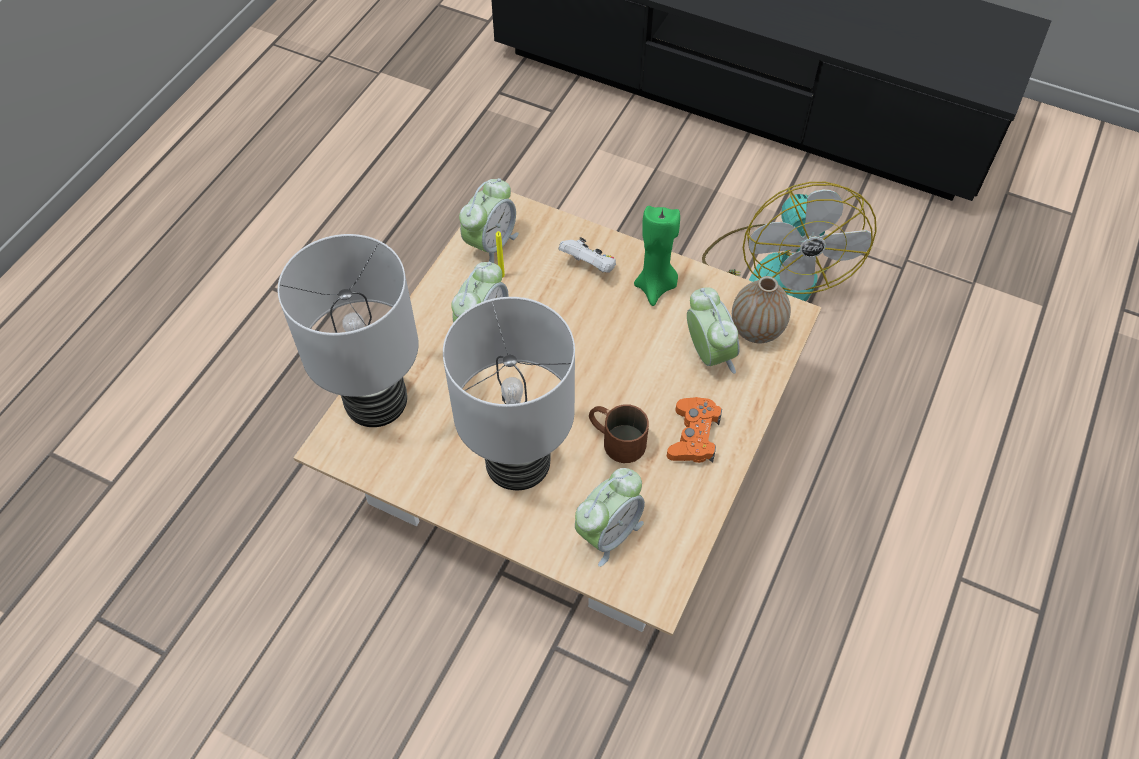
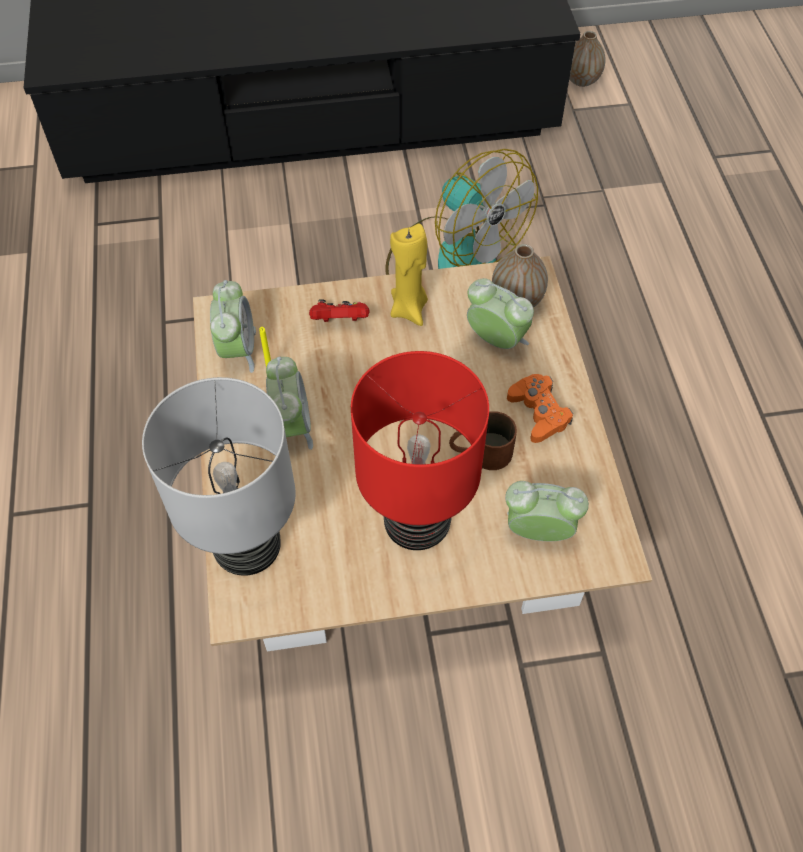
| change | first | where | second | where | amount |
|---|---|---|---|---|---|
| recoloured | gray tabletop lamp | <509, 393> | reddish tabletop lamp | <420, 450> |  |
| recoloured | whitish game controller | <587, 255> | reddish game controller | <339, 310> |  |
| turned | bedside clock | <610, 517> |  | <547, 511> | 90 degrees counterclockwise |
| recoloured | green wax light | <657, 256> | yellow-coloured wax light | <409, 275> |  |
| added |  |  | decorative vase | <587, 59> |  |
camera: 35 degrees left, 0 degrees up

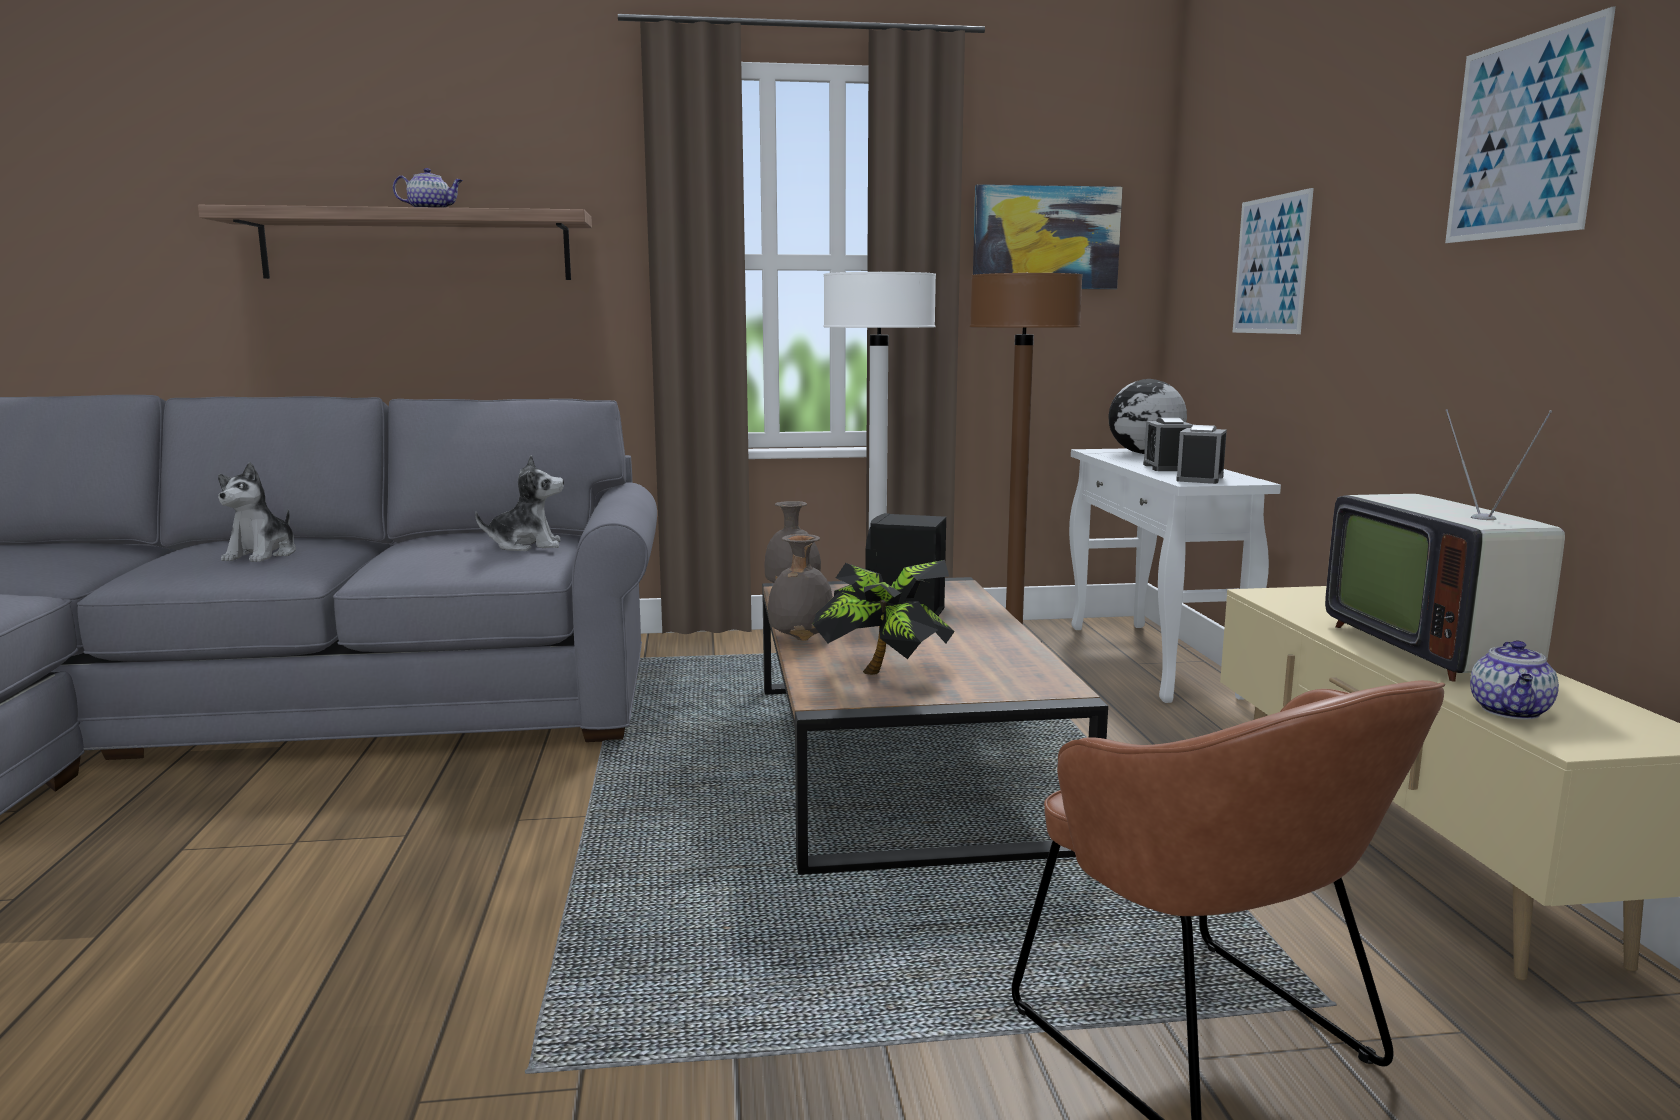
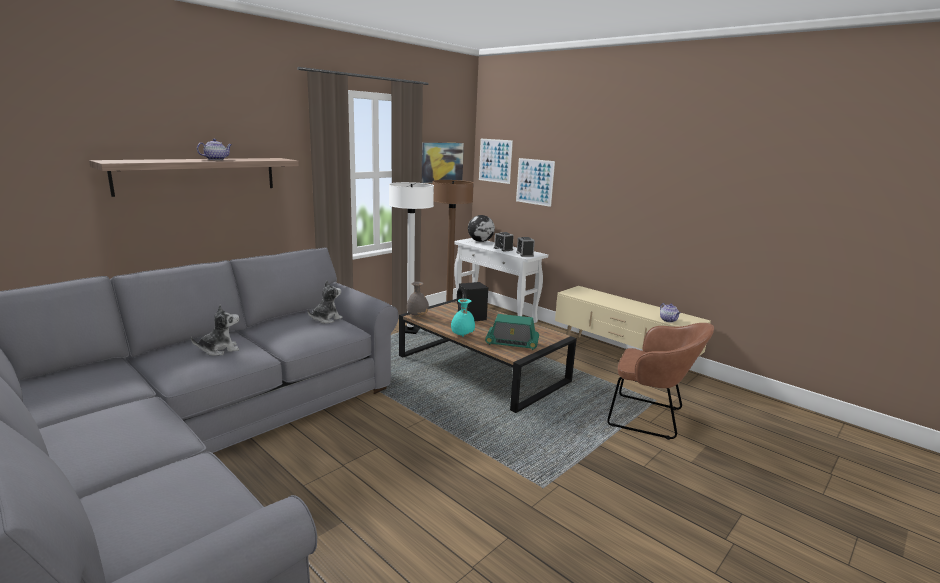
| change | first | where | second | where | amount |
|---|---|---|---|---|---|
| turned | plush toy | <257, 512> |  | <215, 330> | 90 degrees counterclockwise |
| recoloured | gray decorative vase | <800, 587> | blue-green decorative vase | <463, 318> |  |
| replaced | potted plant | <883, 617> | radio receiver | <512, 332> |  |
| removed | television | <1445, 545> |  |  |  |
| moved | wall art | <1530, 124> |  | <496, 161> |  |
camera: 40 degrees left, 5 degrees up

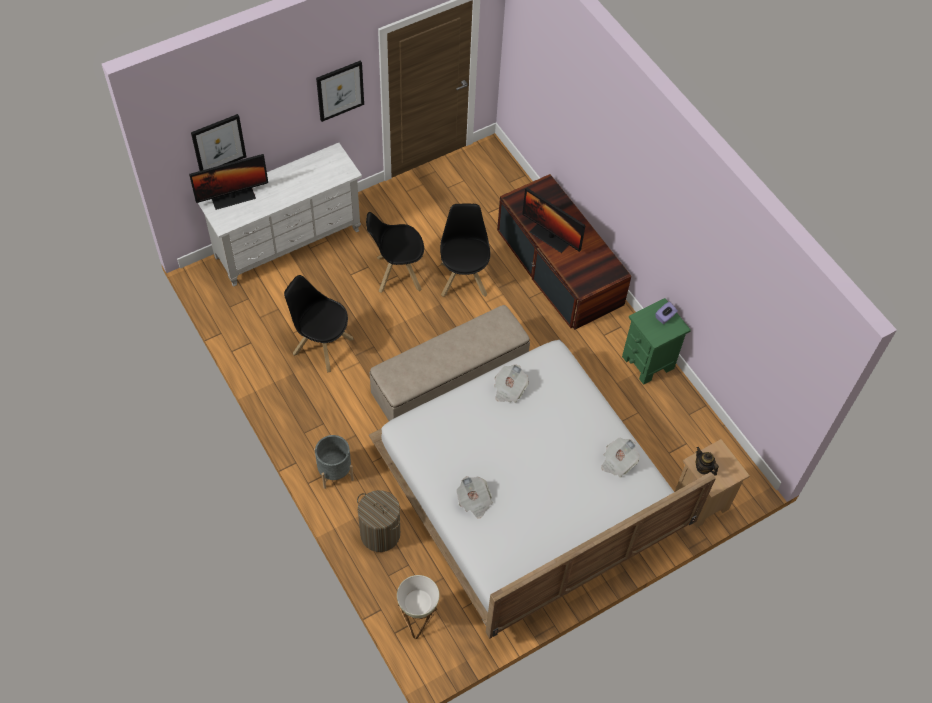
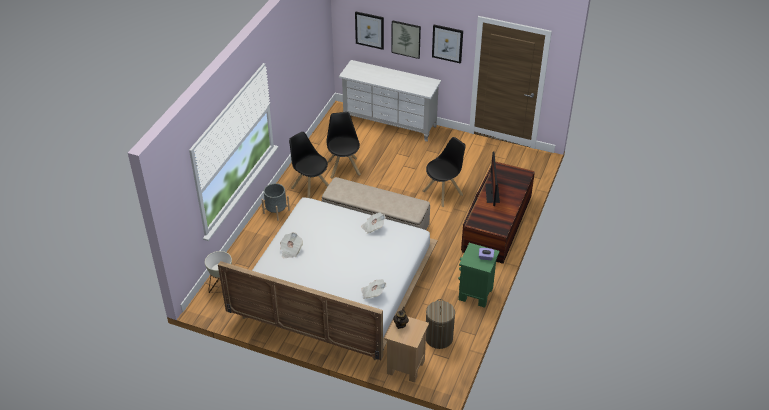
| change | first | where | second | where | amount |
|---|---|---|---|---|---|
| removed | computer display | <228, 182> |  |  |  |
| moved | laundry basket | <378, 521> |  | <440, 324> |  |
| moved | black upright chair | <395, 252> |  | <309, 165> |  |
| added |  |  | wall art | <406, 39> |  |
camera: 55 degrees right, 15 degrees down

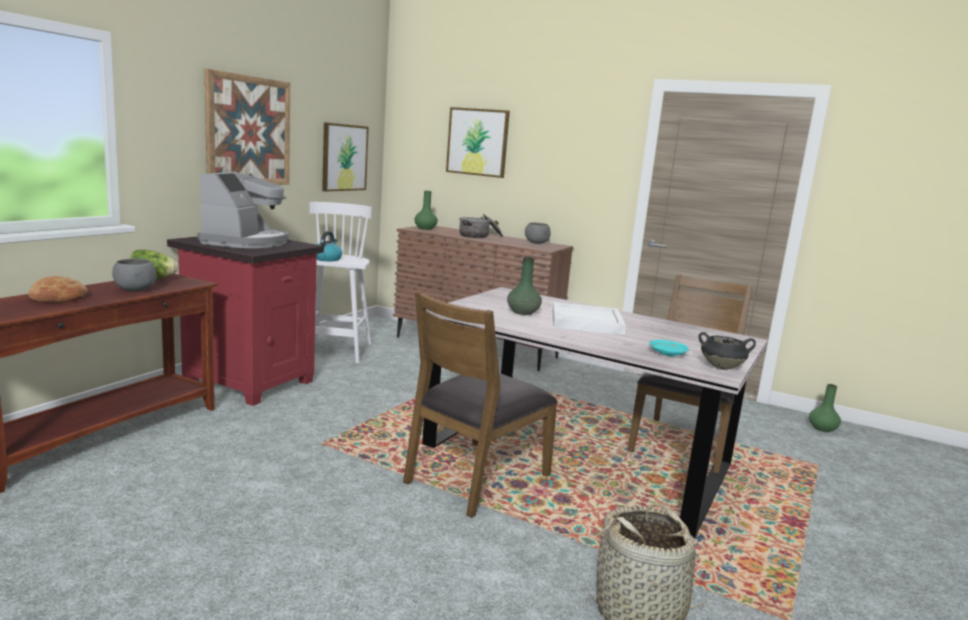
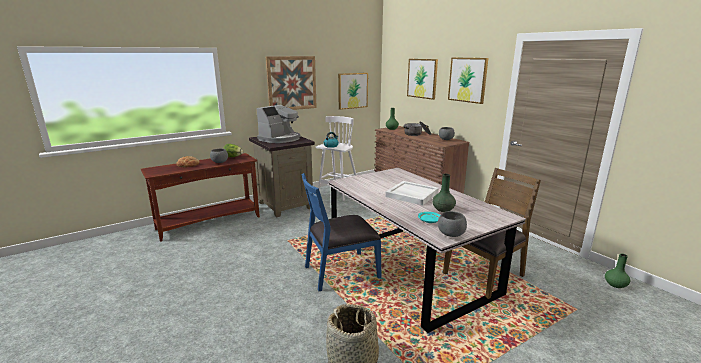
| change | first | where | second | where | amount |
|---|---|---|---|---|---|
| recoloured | reddish cabinet | <245, 321> | beige-coloured cabinet | <282, 176> |  |
| recoloured | brown-coloured upright chair | <480, 404> | blue-coloured upright chair | <341, 232> |  |
| moved | green decorative vase | <524, 286> |  | <444, 193> |  |
| replaced | black stockpot | <727, 351> | gray bowl | <452, 224> |  |
| added |  |  | wall art | <468, 81> |  |
camera: 30 degrees right, 5 degrees up

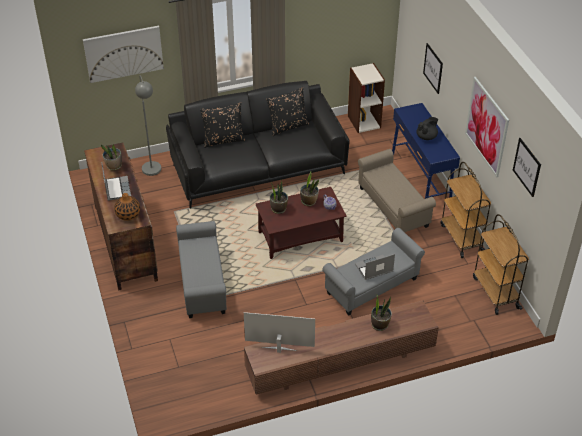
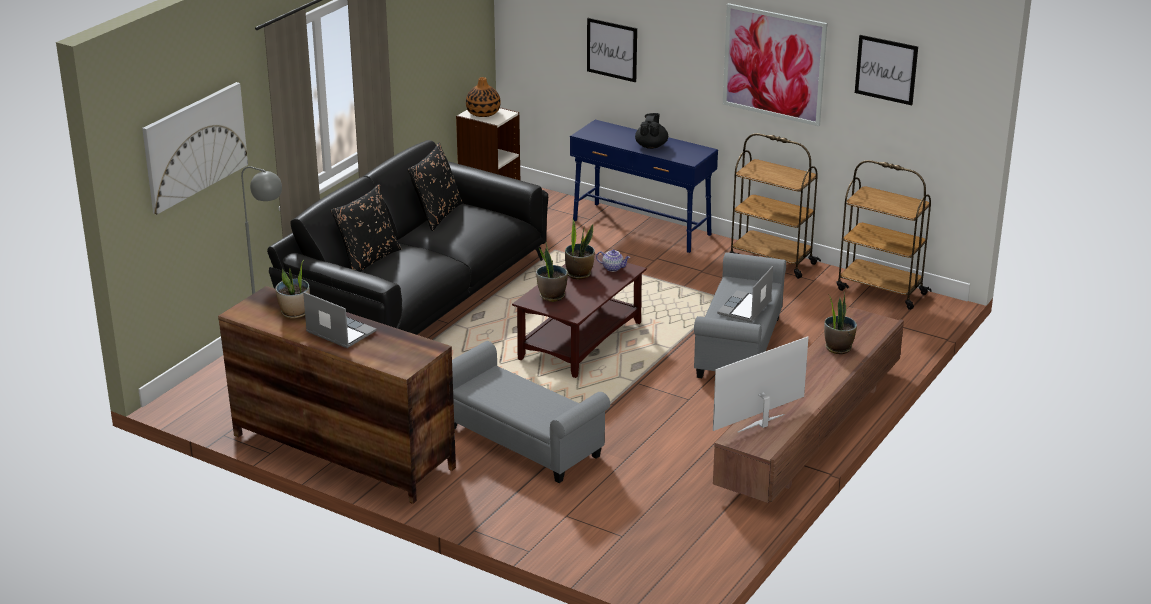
| change | first | where | second | where | amount |
|---|---|---|---|---|---|
| moved | decorative vase | <127, 207> |  | <483, 97> |  |
| removed | beige-coloured pouffe | <397, 190> |  |  |  |
camera: 40 degrees left, 15 degrees down

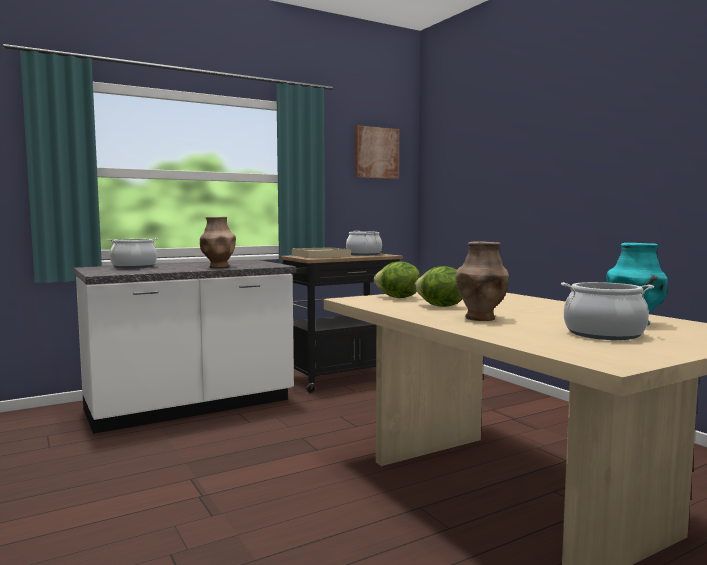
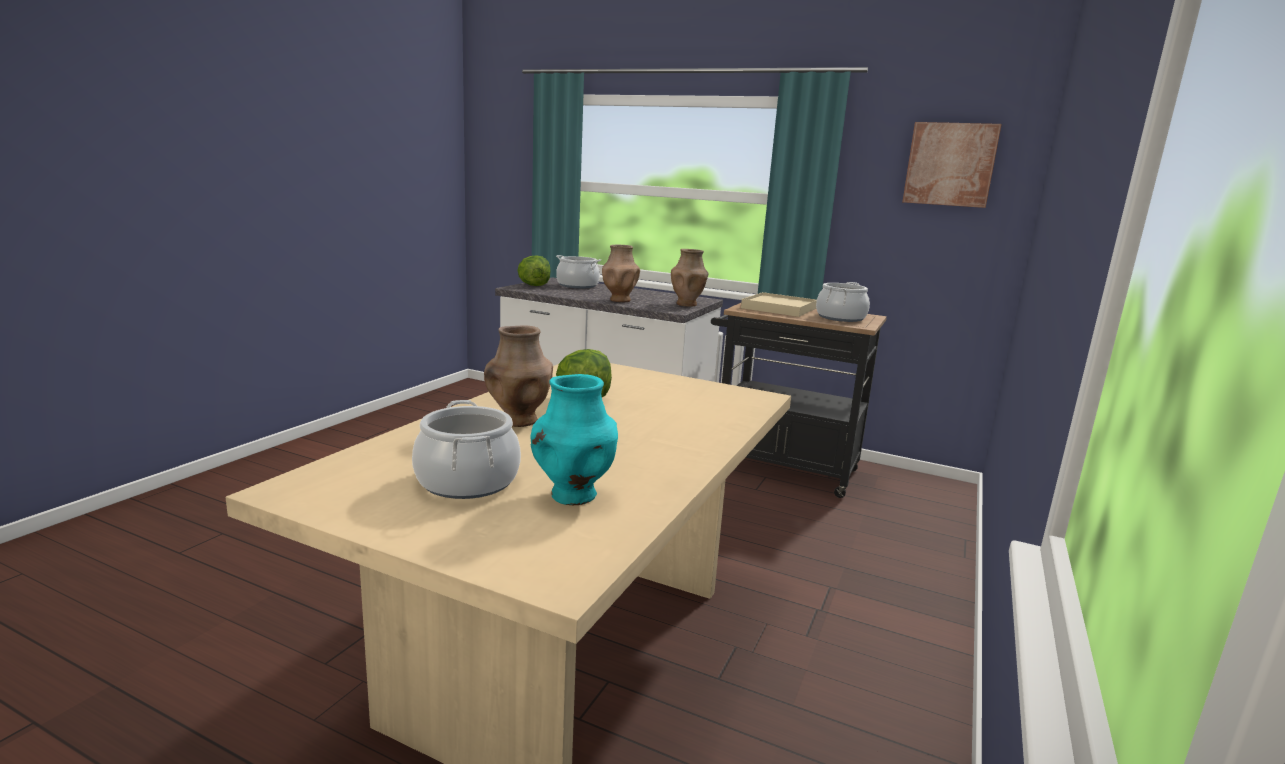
| change | first | where | second | where | amount |
|---|---|---|---|---|---|
| moved | lettuce head | <397, 279> |  | <534, 270> |  |
| added |  |  | brown-coloured decorative vase | <690, 278> |  |
camera: 55 degrees right, 10 degrees up

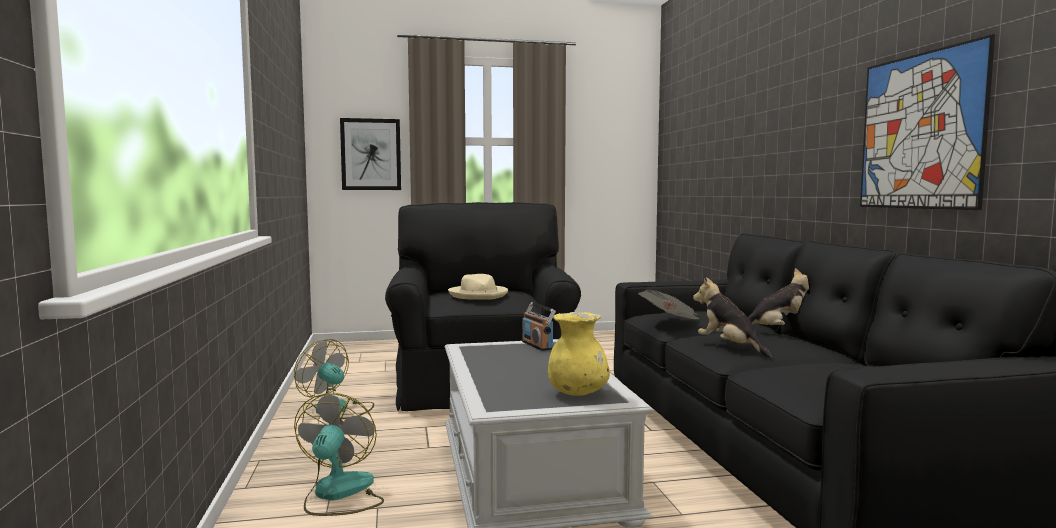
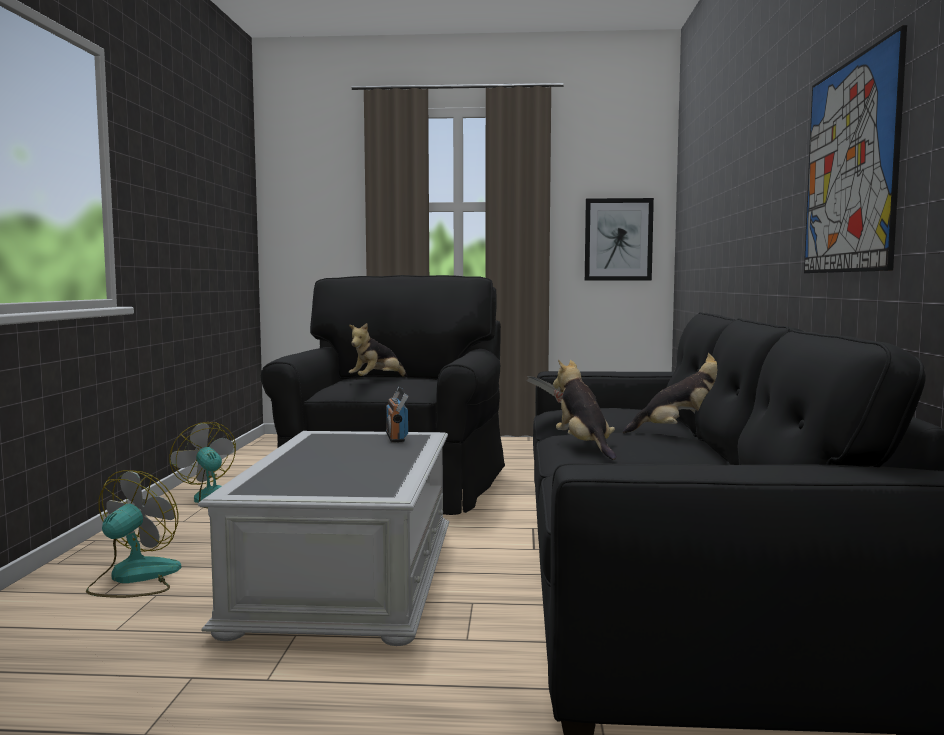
| change | first | where | second | where | amount |
|---|---|---|---|---|---|
| moved | wall art | <370, 154> |  | <619, 239> |  |
| replaced | beige-coloured clothing hat | <478, 287> | plush toy | <378, 350> |  |
| removed | yellow-coloured decorative vase | <579, 354> |  |  |  |
camera: 15 degrees right, 0 degrees up

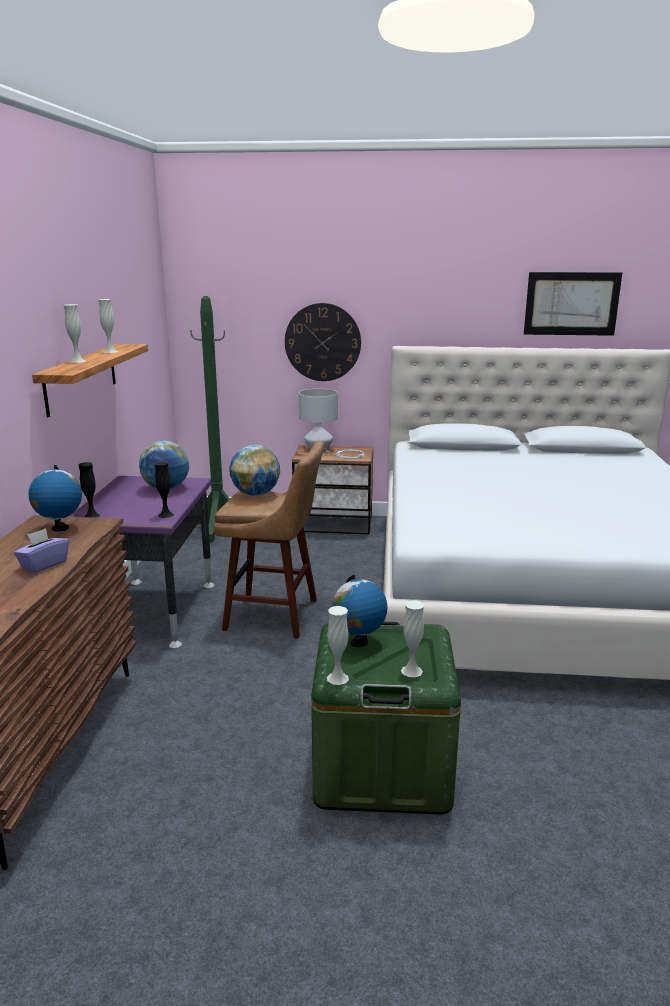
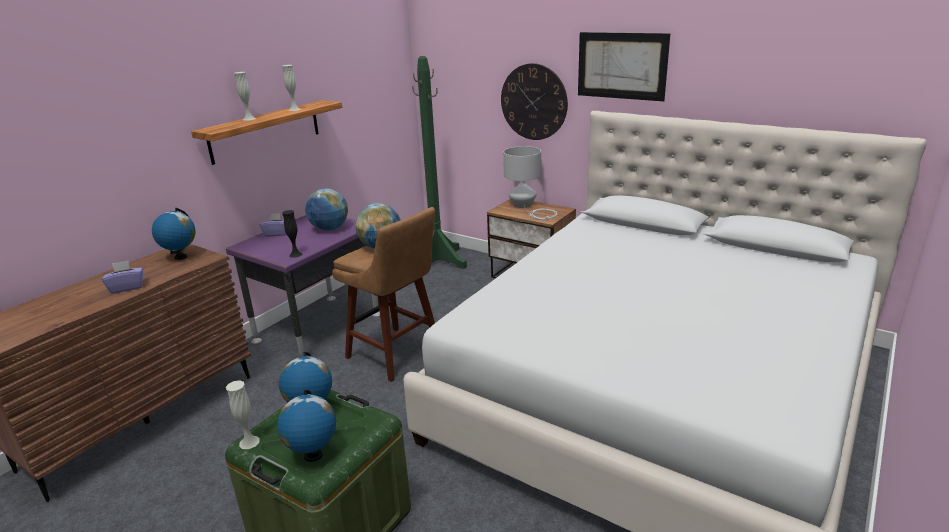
| change | first | where | second | where | amount |
|---|---|---|---|---|---|
| removed | black decorative vase | <89, 490> |  |  |  |
| replaced | whitish decorative vase | <412, 638> | world globe | <306, 426> |  |
| moved | wall art | <573, 304> |  | <624, 66> |  |
| added |  |  | purple-coloured box of tissues | <273, 224> |  |
camera: 30 degrees right, 5 degrees up

